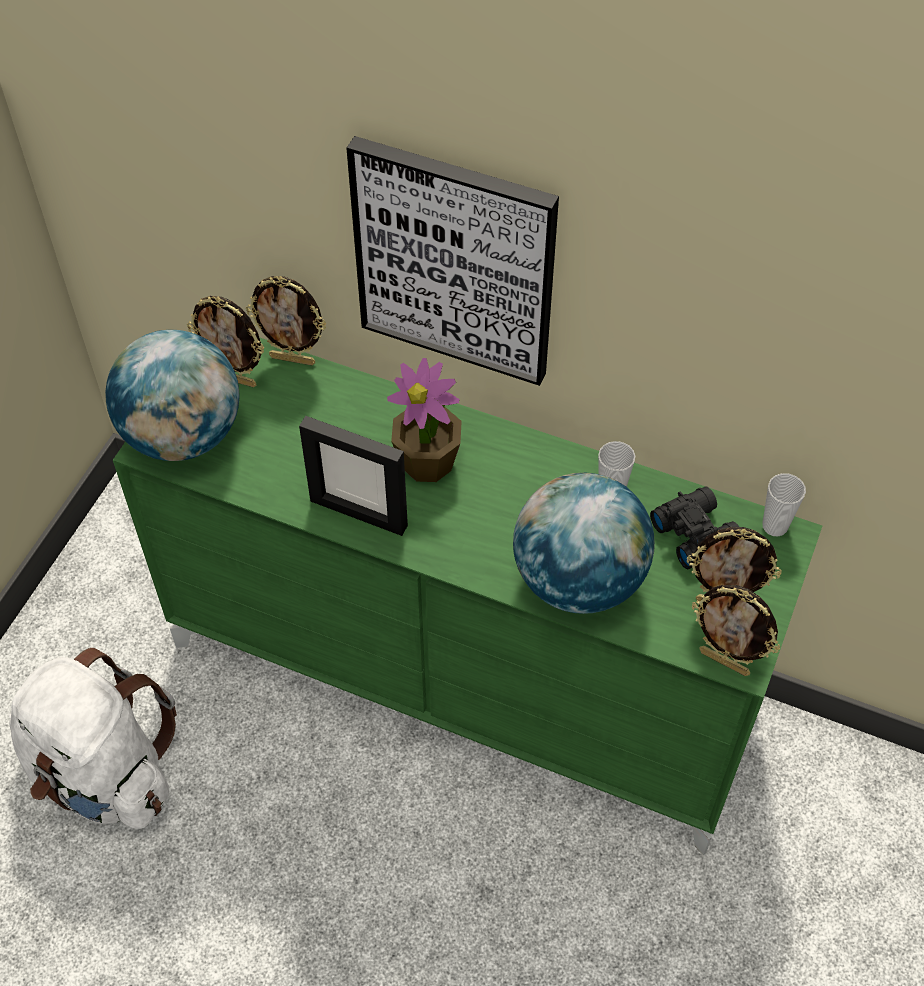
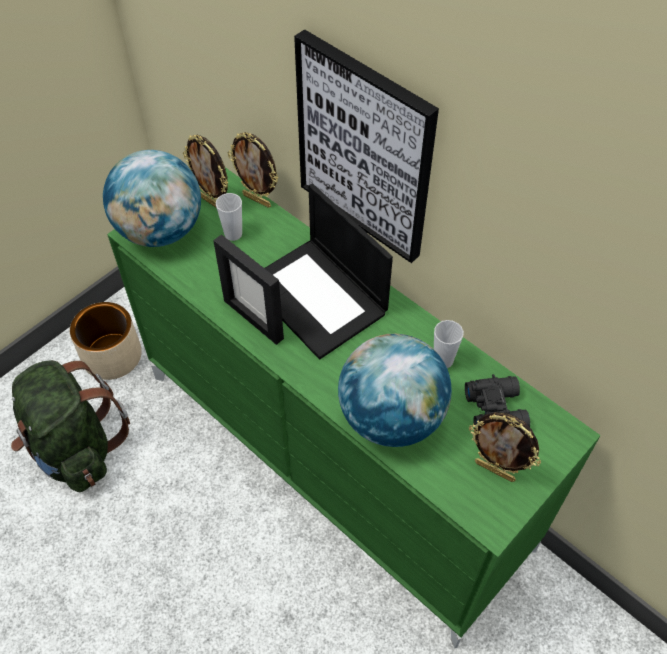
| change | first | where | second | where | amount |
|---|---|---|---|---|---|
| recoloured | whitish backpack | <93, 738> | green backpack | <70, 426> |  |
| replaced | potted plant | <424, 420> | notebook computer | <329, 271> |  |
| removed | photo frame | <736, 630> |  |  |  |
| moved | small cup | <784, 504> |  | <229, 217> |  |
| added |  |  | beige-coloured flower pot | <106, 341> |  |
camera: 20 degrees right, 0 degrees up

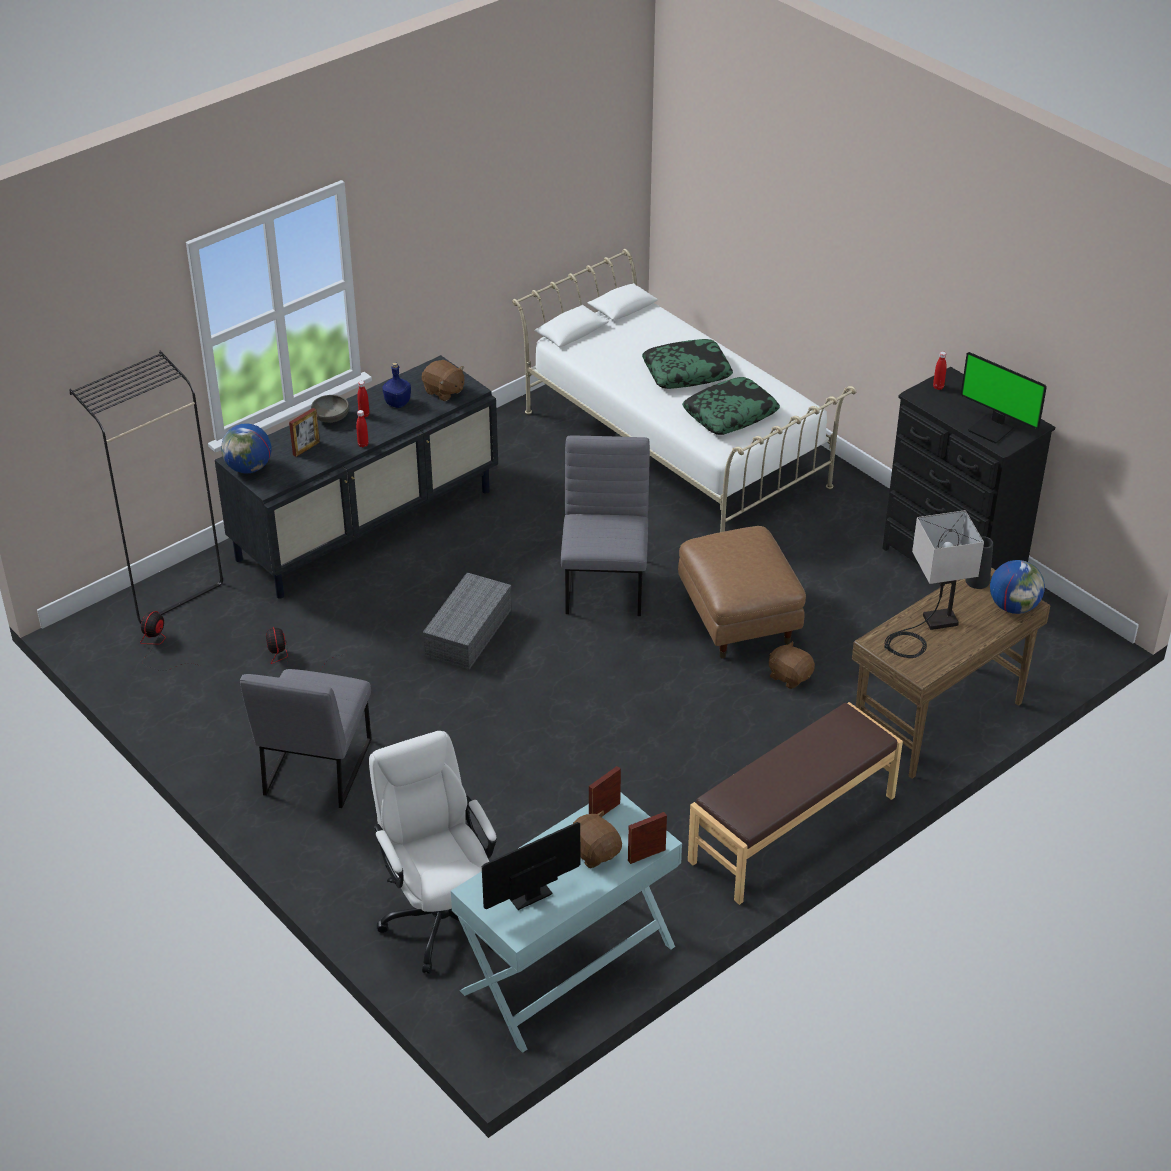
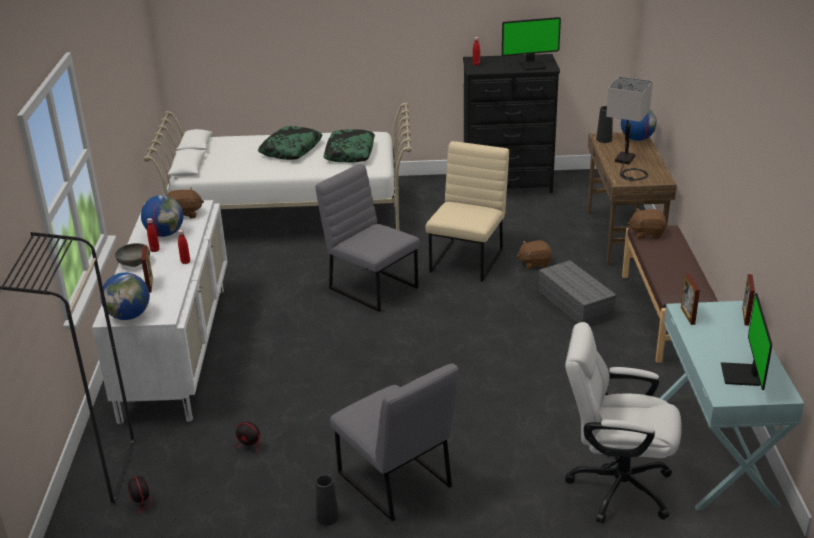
| change | first | where | second | where | amount |
|---|---|---|---|---|---|
| recoloured | black cabinet | <356, 477> | whitish cabinet | <159, 312> |  |
| replaced | blue-coloured bottle | <397, 385> | world globe | <162, 216> |  |
| moved | gray storage container | <467, 621> |  | <577, 292> |  |
| moved | brown-coloured plush toy | <597, 839> |  | <647, 223> |  |
| replaced | brown-coloured pouffe | <742, 592> | beige-coloured upright chair | <467, 211> |  |
| added |  |  | black decorative vase | <327, 500> |  |
camera: 50 degrees left, 10 degrees down

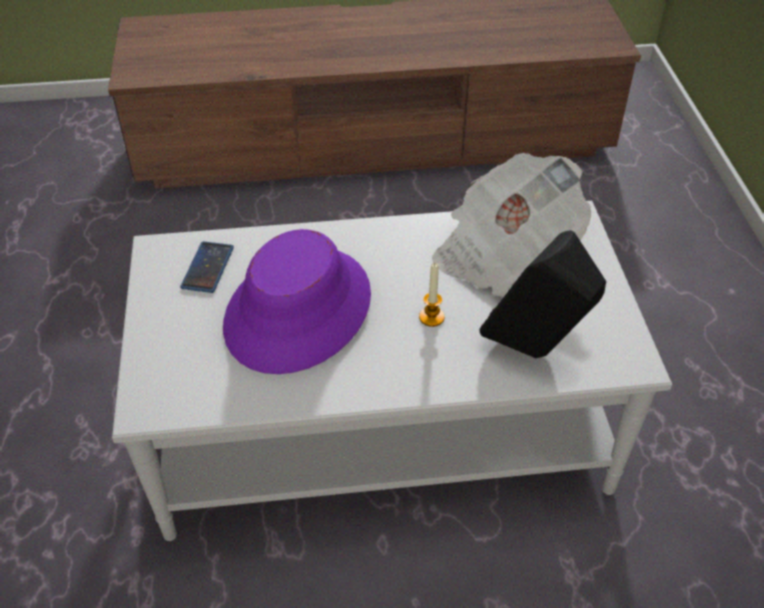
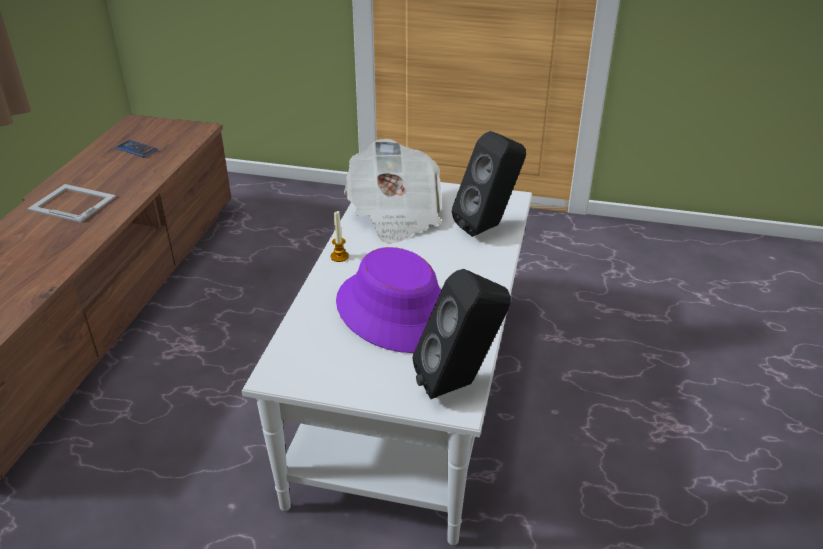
| change | first | where | second | where | amount |
|---|---|---|---|---|---|
| moved | handset | <207, 267> |  | <136, 148> |  |
| moved | wax light | <432, 295> |  | <340, 236> |  |
| added |  |  | photo frame | <72, 203> |  |
| added |  |  | black audio speaker | <461, 334> |  |
camera: 70 degrees left, 10 degrees down

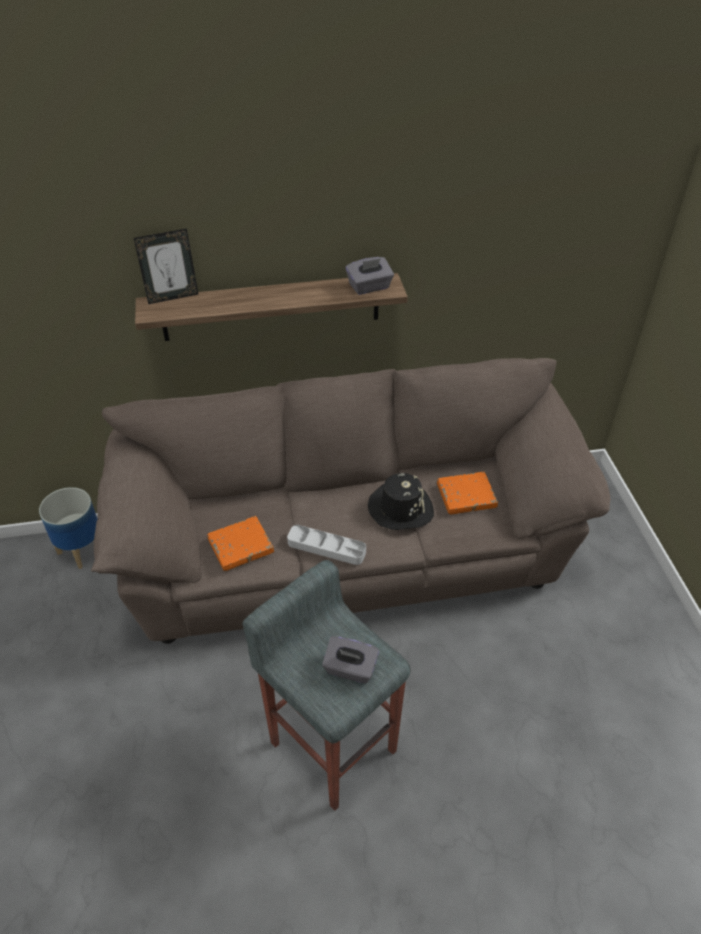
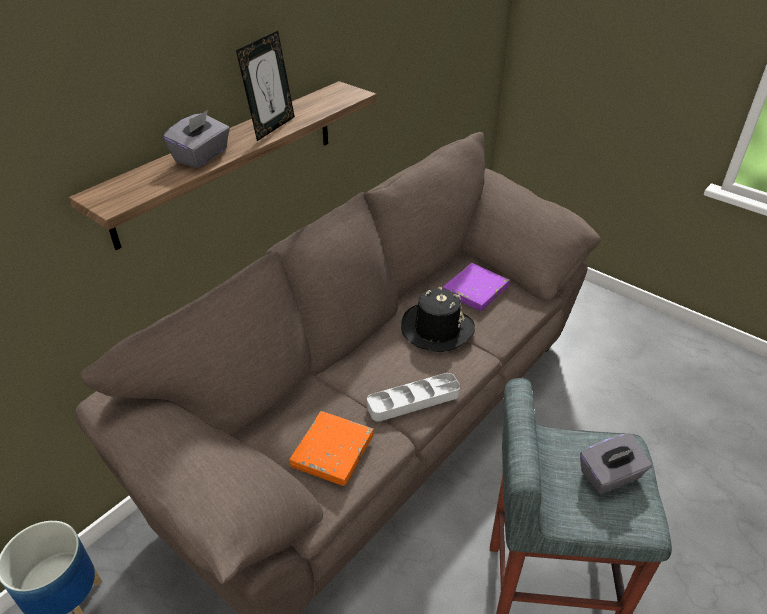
| change | first | where | second | where | amount |
|---|---|---|---|---|---|
| moved | photo frame | <166, 266> |  | <265, 86> |  |
| moved | gray box of tissues | <370, 276> |  | <196, 139> |  |
| recoloured | orangey volume | <467, 493> | purple-coloured volume | <476, 287> |  |
camera: 40 degrees left, 5 degrees down

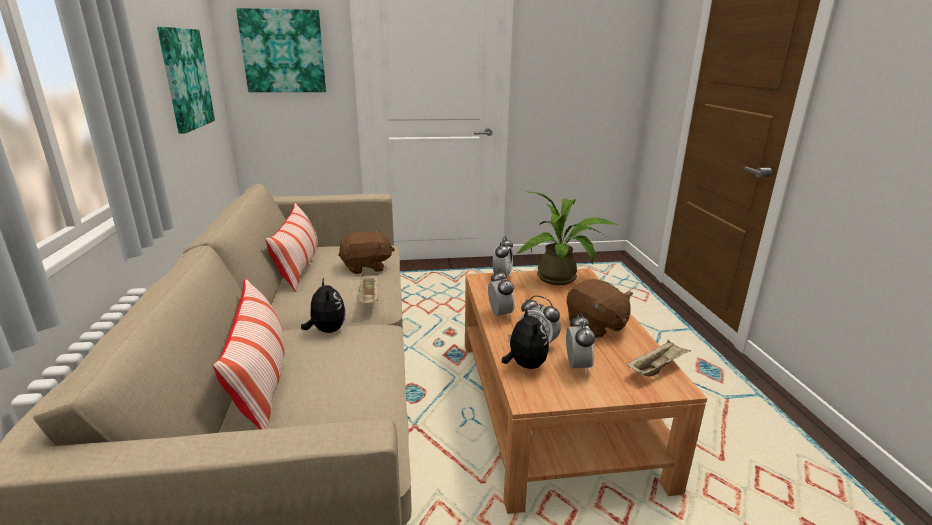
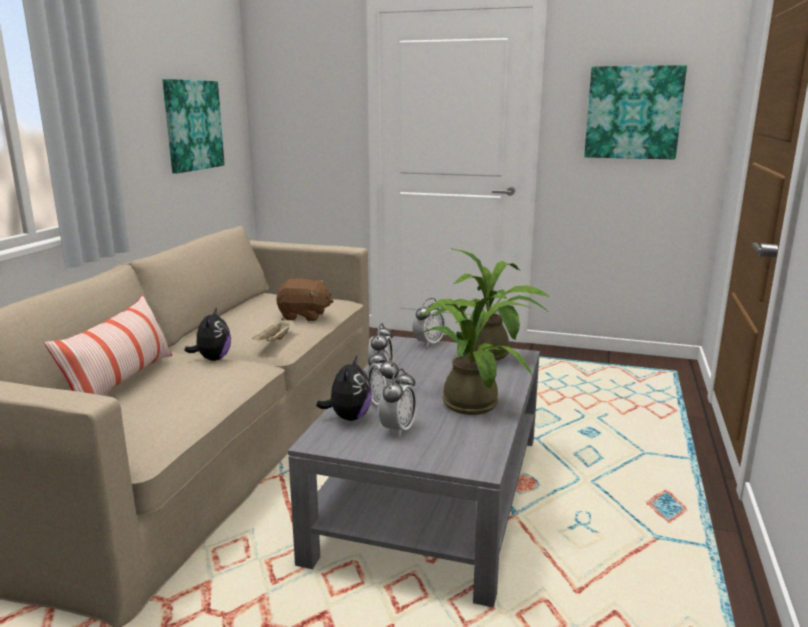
| change | first | where | second | where | amount |
|---|---|---|---|---|---|
| moved | wall art | <281, 50> |  | <635, 112> |  |
| removed | pillow | <291, 247> |  |  |  |
| recoloured | brown-coloured low table | <586, 391> | gray low table | <414, 471> |  |
| replaced | brown-coloured plush toy | <600, 308> | potted plant | <474, 354> |  |
| removed | beige-coloured serving tray | <658, 358> |  |  |  |
camera: 25 degrees right, 5 degrees down

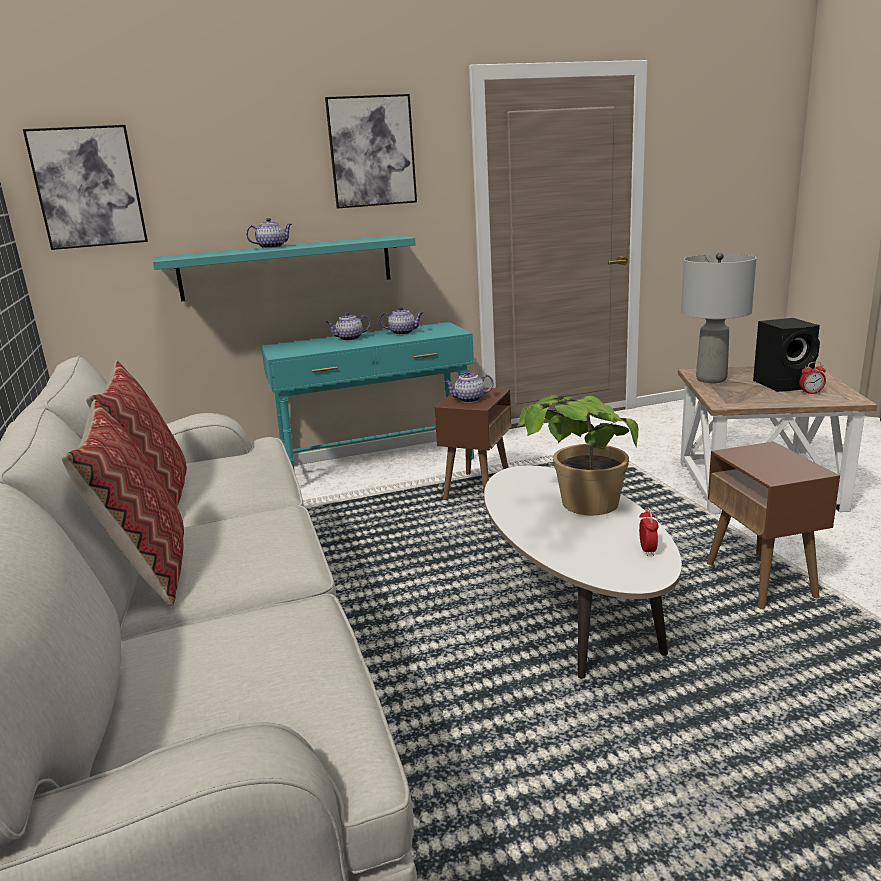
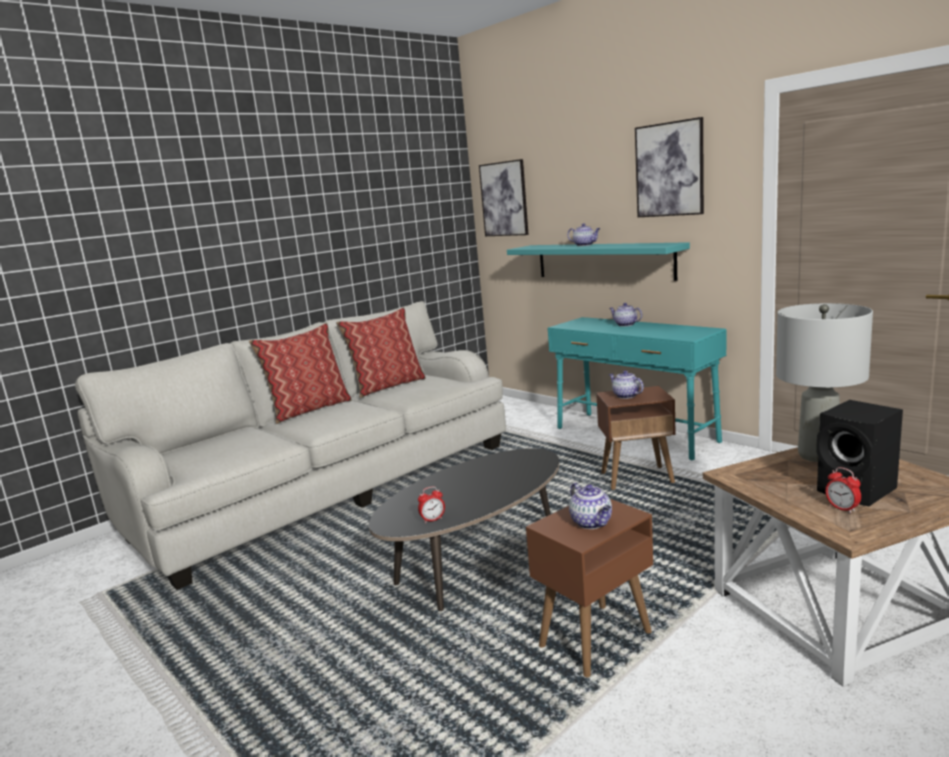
| change | first | where | second | where | amount |
|---|---|---|---|---|---|
| moved | tea pot | <401, 321> |  | <590, 506> |  |
| recoloured | whitish low table | <583, 572> | black low table | <464, 529> |  |
| removed | potted plant | <577, 455> |  |  |  |
camera: 65 degrees right, 5 degrees down

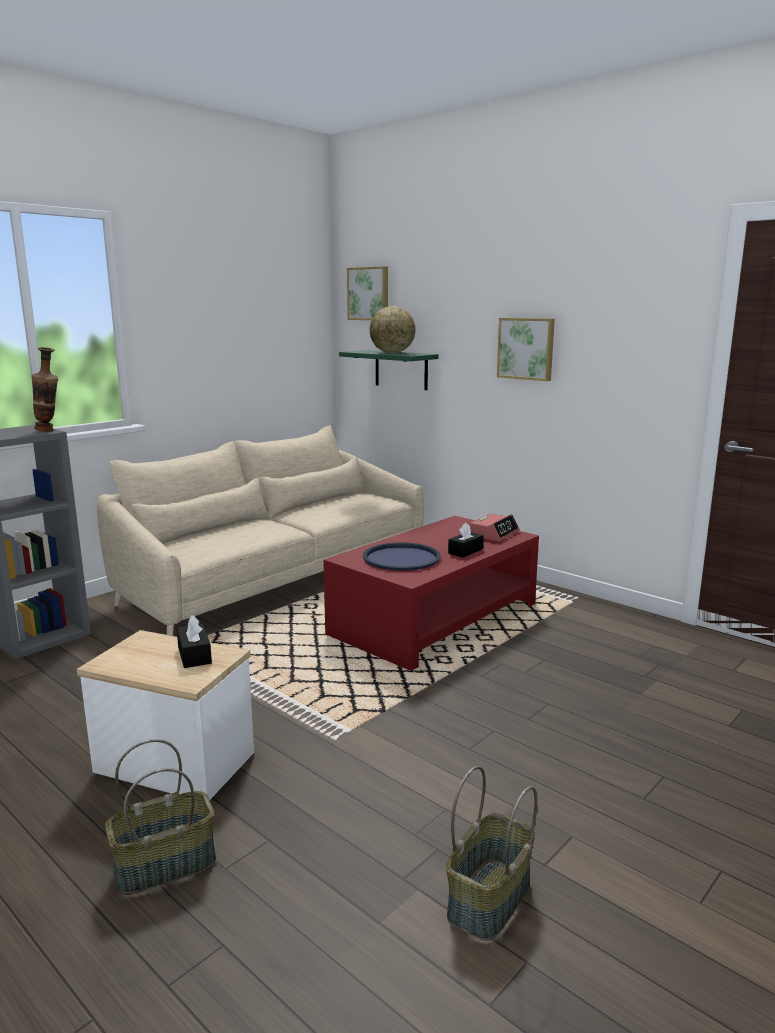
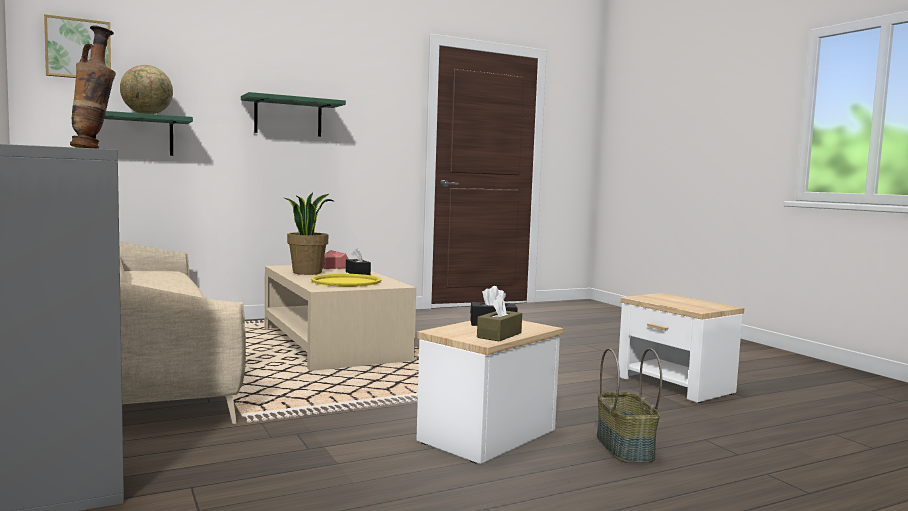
| change | first | where | second | where | amount |
|---|---|---|---|---|---|
| recoloured | reddish low table | <431, 593> | beige-coloured low table | <340, 318> |  |
| recoloured | blue-coloured serving tray | <402, 556> | yellow-coloured serving tray | <346, 280> |  |
| replaced | storage basket | <491, 853> | side table | <681, 348> |  |
| replaced | wall art | <526, 349> | green shelf | <293, 114> |  |
| added |  |  | potted plant | <309, 233> |  |
| added |  |  | brown-coloured box of tissues | <499, 317> |  |
camera: 70 degrees left, 10 degrees down

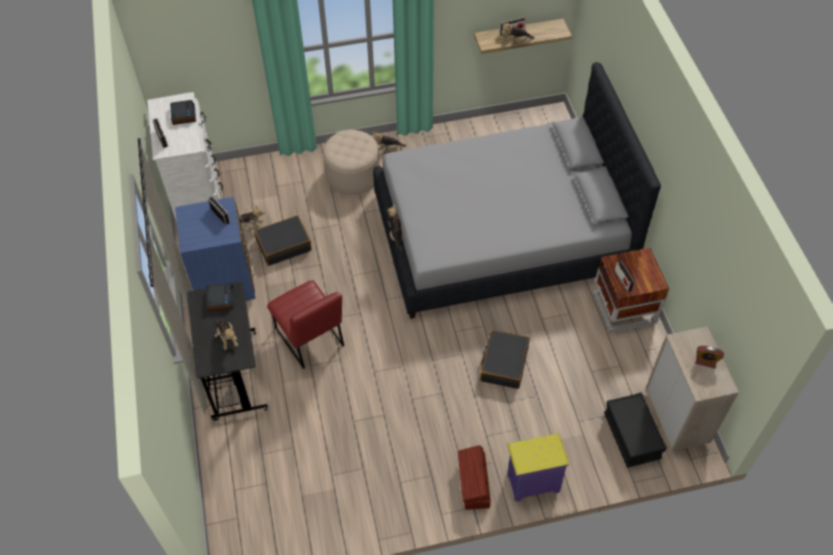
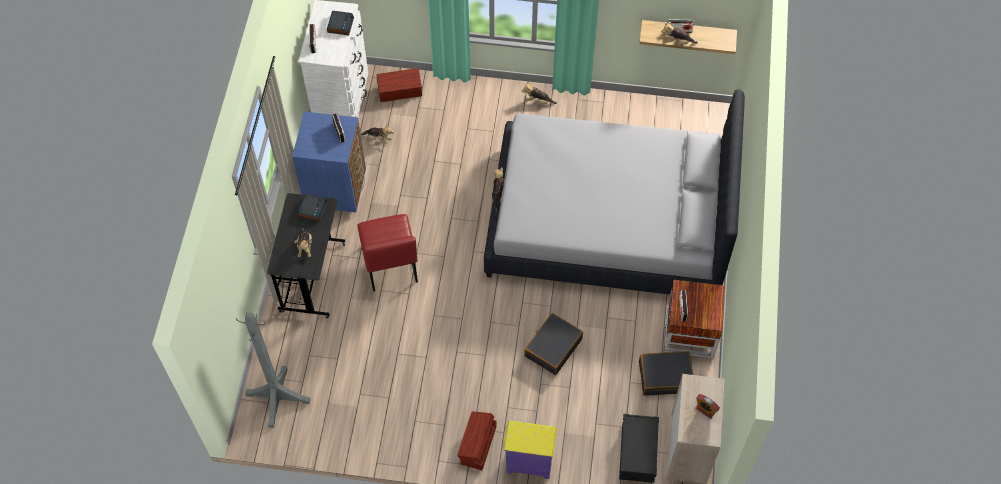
| change | first | where | second | where | amount |
|---|---|---|---|---|---|
| moved | black piece of luggage | <283, 240> |  | <666, 373> |  |
| removed | beige-coloured pouffe | <351, 162> |  |  |  |
| added |  |  | gray garment rack | <273, 370> |  |
| added |  |  | brown-coloured storage container | <399, 85> |  |
camera: 20 degrees right, 5 degrees up

